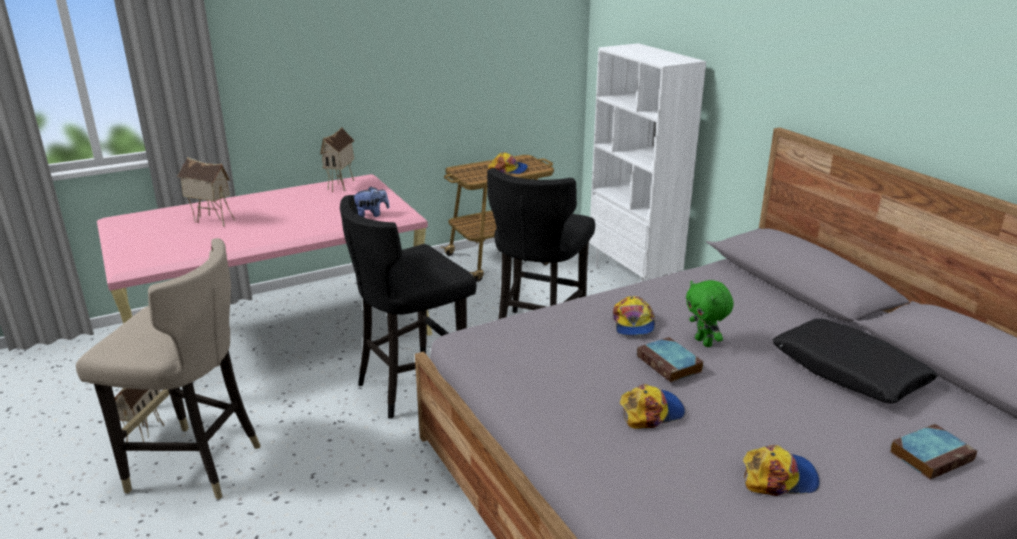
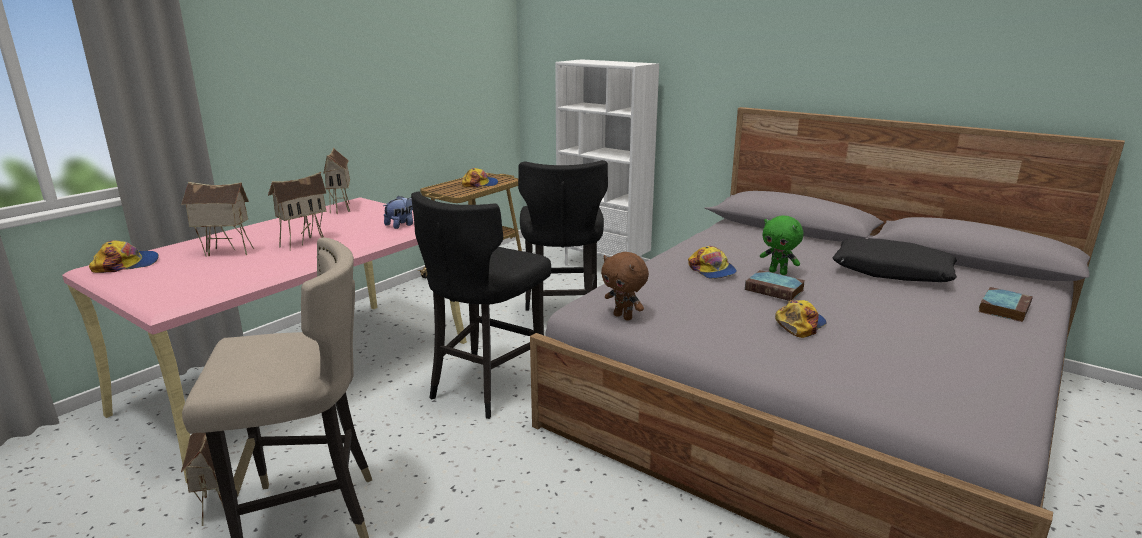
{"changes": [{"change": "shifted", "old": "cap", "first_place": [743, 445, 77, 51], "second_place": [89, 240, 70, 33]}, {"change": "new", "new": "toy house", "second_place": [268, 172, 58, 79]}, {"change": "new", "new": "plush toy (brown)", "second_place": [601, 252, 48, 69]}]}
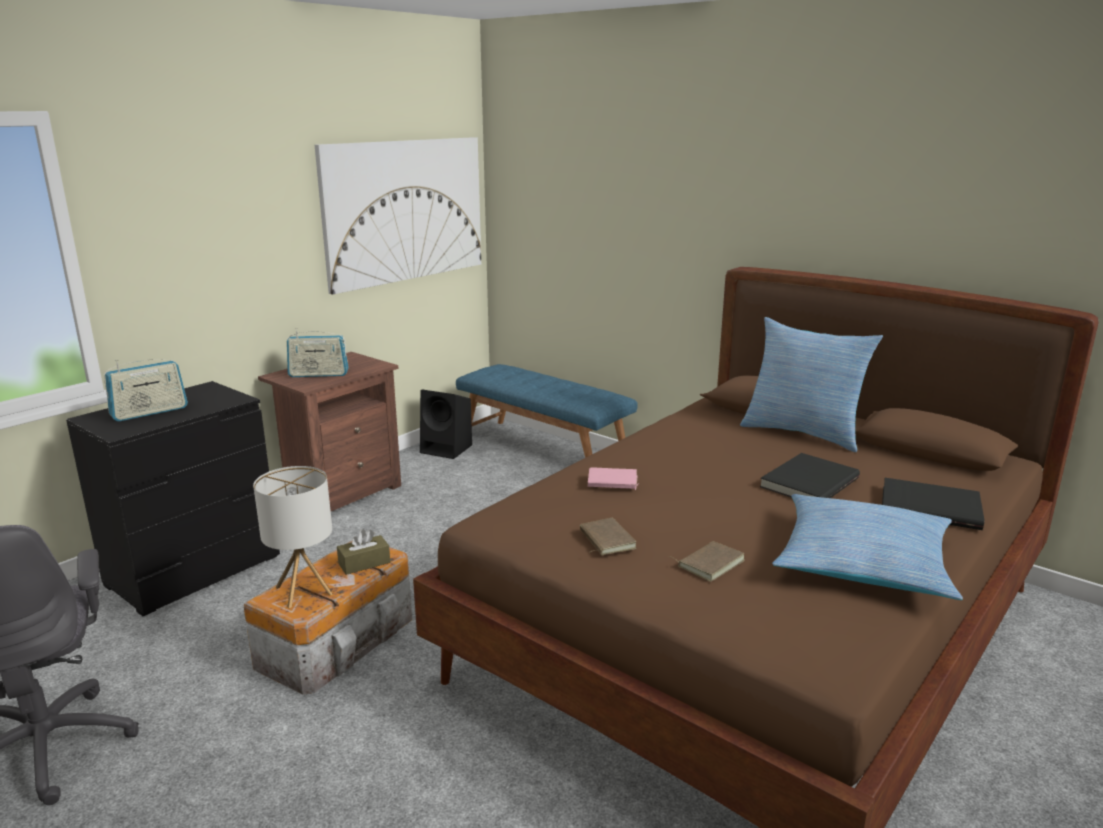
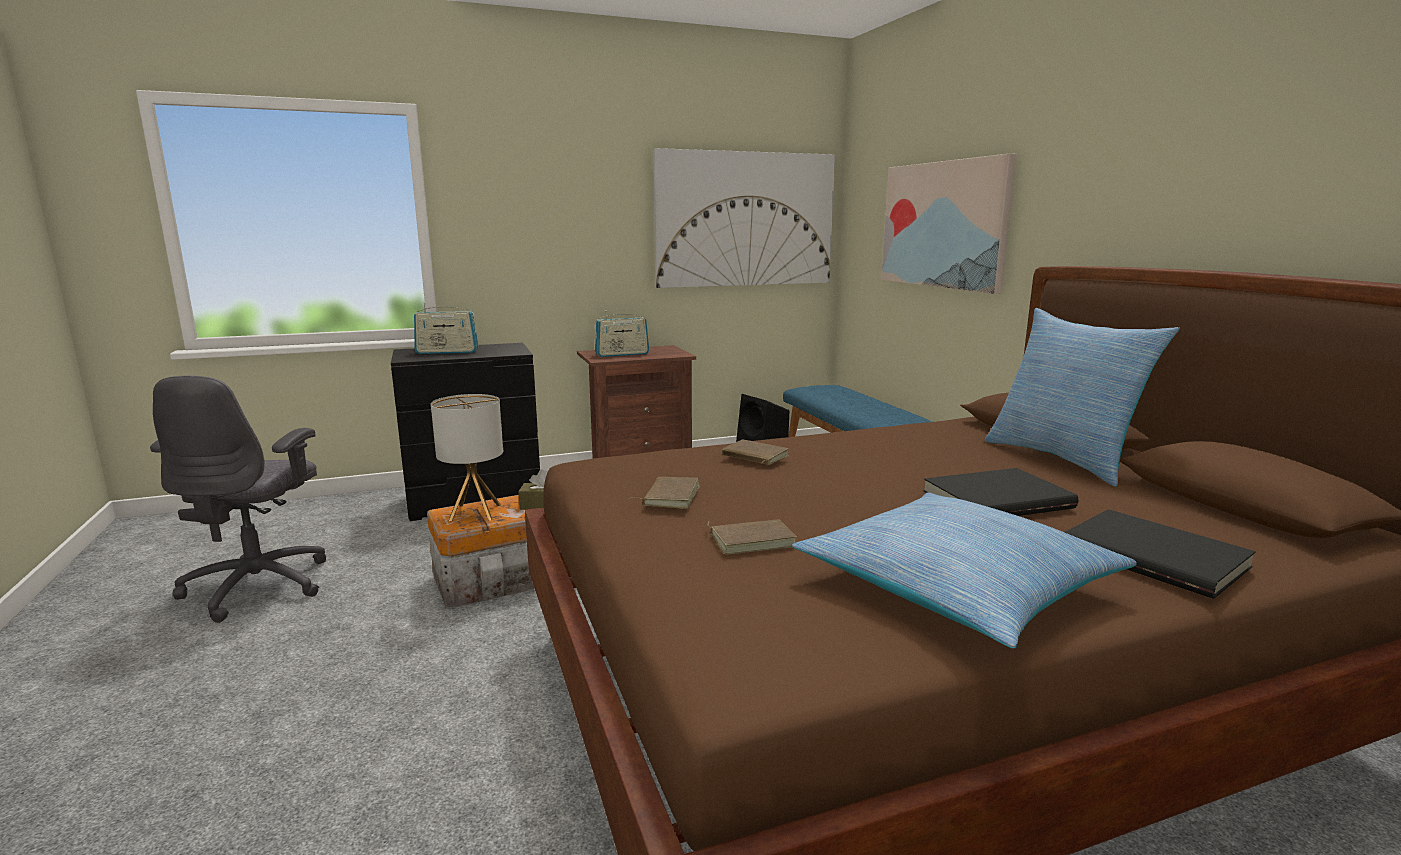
{"changes": [{"change": "rotated", "old": "radio", "first_place": [287, 328, 62, 49], "second_place": [595, 310, 54, 47], "degrees": -45}, {"change": "repainted", "old": "book (pink)", "new": "book (brown)", "first_place": [588, 468, 50, 22], "second_place": [722, 440, 67, 25]}, {"change": "new", "new": "picture", "second_place": [881, 153, 136, 141]}]}
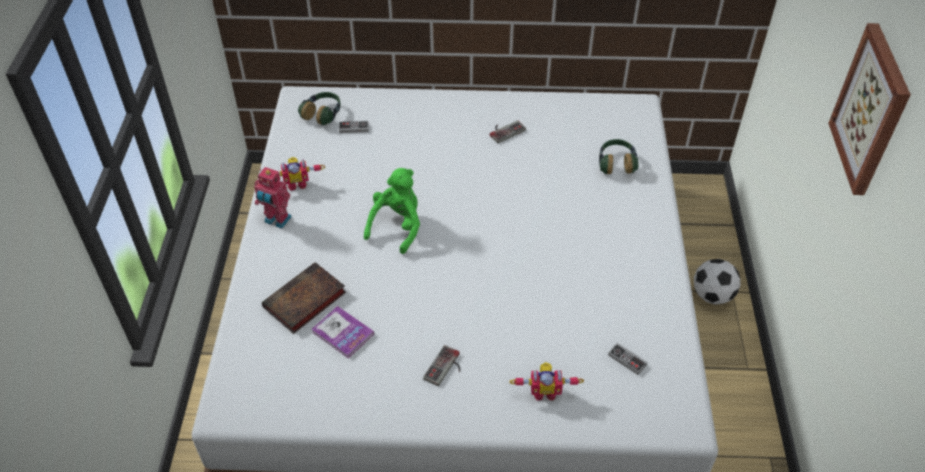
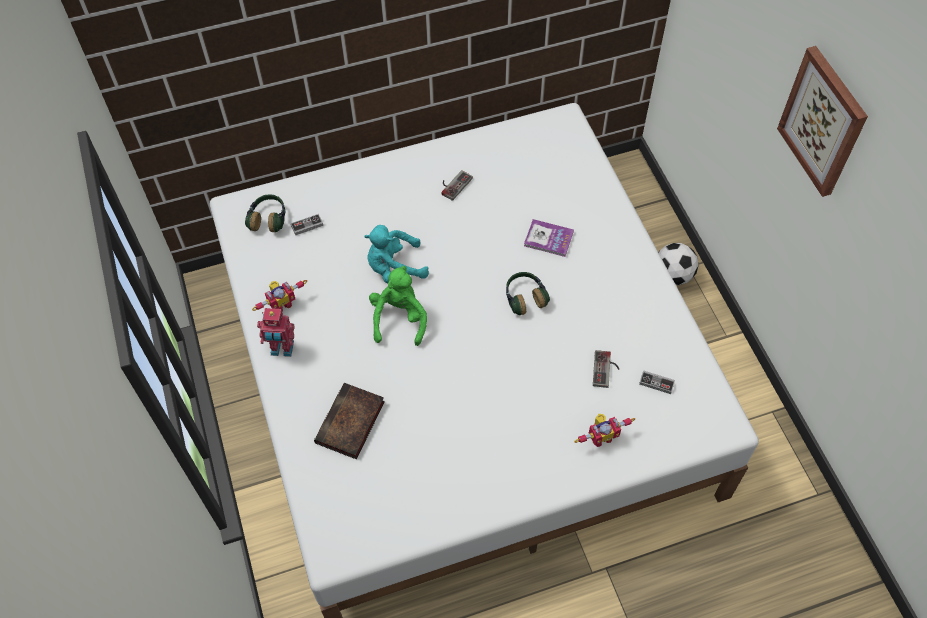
{"changes": [{"change": "shifted", "old": "headphones", "first_place": [599, 139, 39, 35], "second_place": [506, 272, 44, 43]}, {"change": "shifted", "old": "book", "first_place": [312, 306, 62, 52], "second_place": [524, 219, 50, 38]}, {"change": "shifted", "old": "game controller", "first_place": [423, 345, 37, 41], "second_place": [593, 350, 26, 38]}, {"change": "new", "new": "plush toy (turquoise)", "second_place": [364, 225, 65, 58]}]}
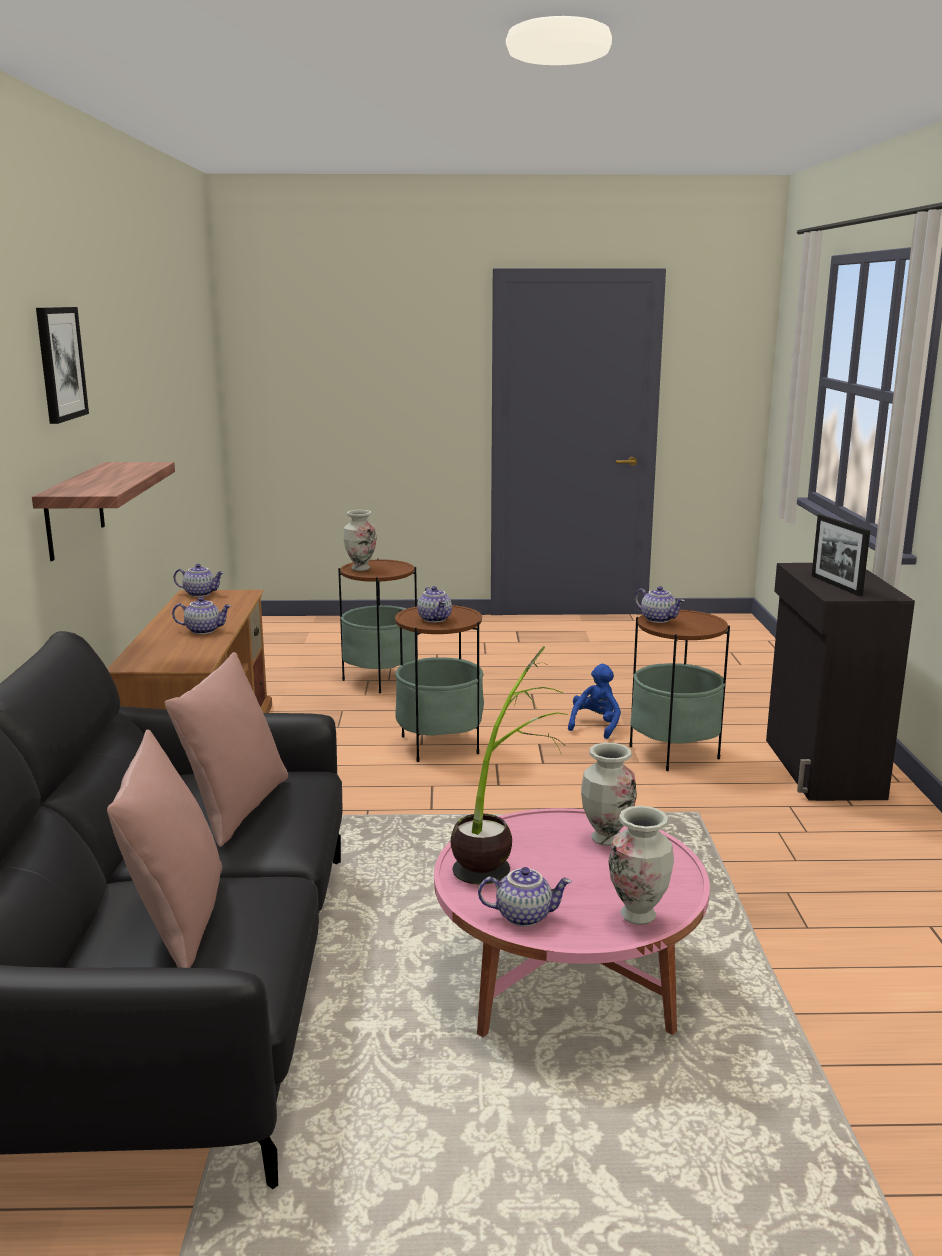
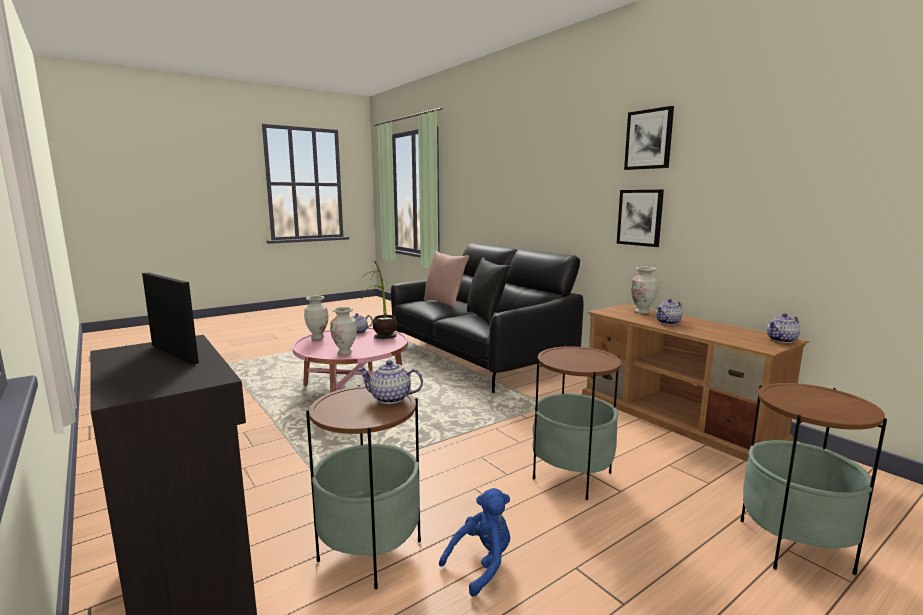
{"changes": [{"change": "swapped", "old": "shelf", "new": "picture", "first_place": [32, 462, 143, 99], "second_place": [617, 190, 47, 57]}, {"change": "shifted", "old": "vase", "first_place": [343, 510, 34, 61], "second_place": [631, 267, 27, 47]}, {"change": "gone", "old": "teapot", "first_place": [417, 586, 35, 37]}, {"change": "repainted", "old": "pillow (pink)", "new": "pillow (black)", "first_place": [165, 652, 123, 195], "second_place": [467, 258, 43, 66]}, {"change": "rotated", "old": "plush toy (blue)", "first_place": [568, 664, 53, 75], "second_place": [439, 488, 71, 109], "degrees": -120}]}
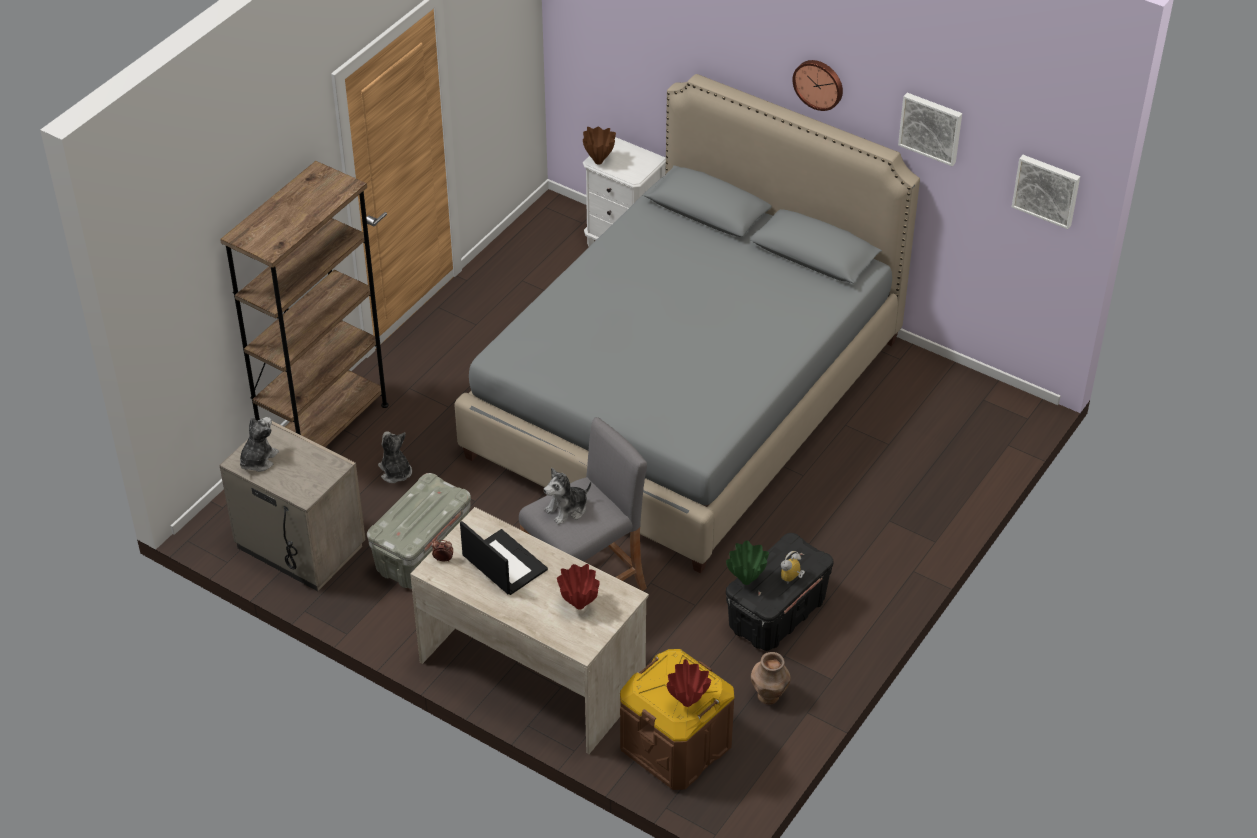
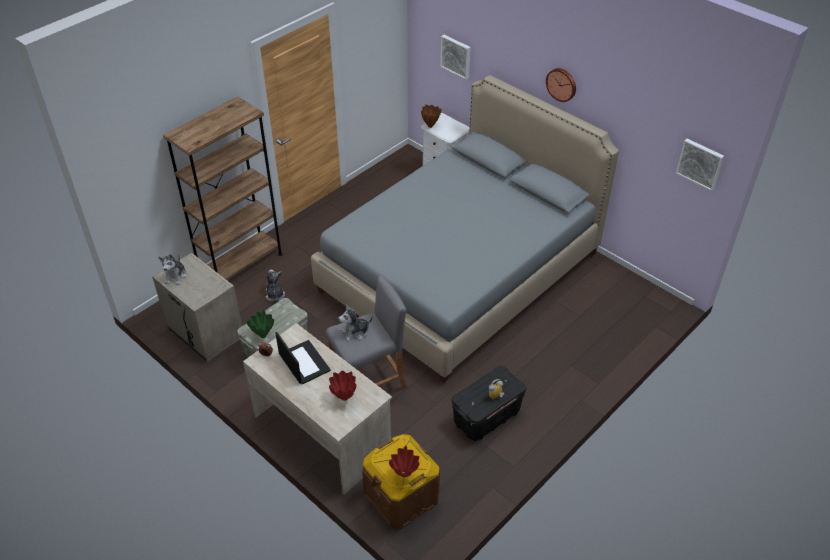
{"changes": [{"change": "shifted", "old": "picture", "first_place": [898, 93, 64, 73], "second_place": [440, 35, 31, 44]}, {"change": "rotated", "old": "plush toy", "first_place": [240, 417, 39, 55], "second_place": [158, 254, 29, 31], "degrees": 150}, {"change": "shifted", "old": "vase (green)", "first_place": [726, 540, 43, 45], "second_place": [246, 311, 28, 27]}, {"change": "gone", "old": "vase (brown)", "first_place": [751, 652, 40, 53]}]}
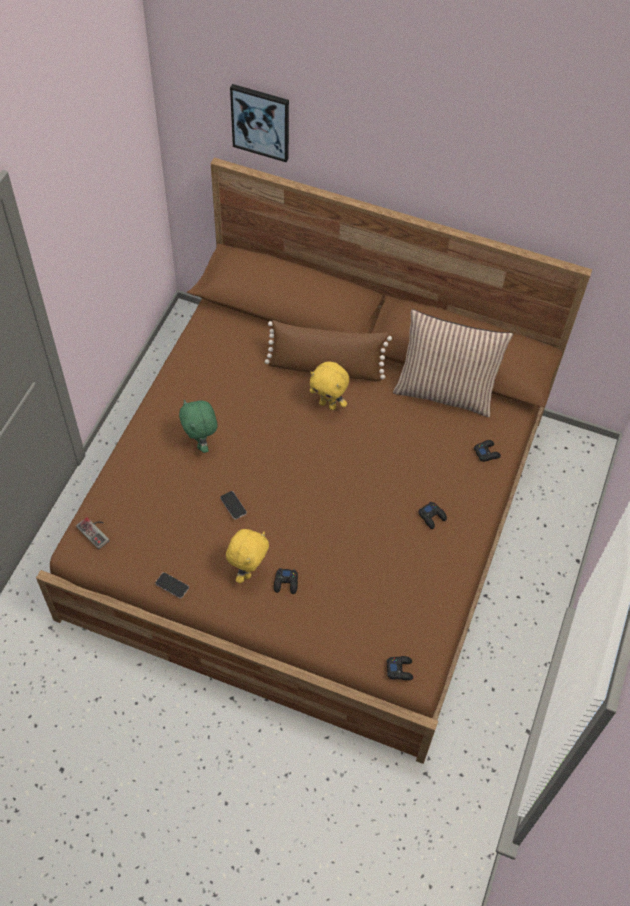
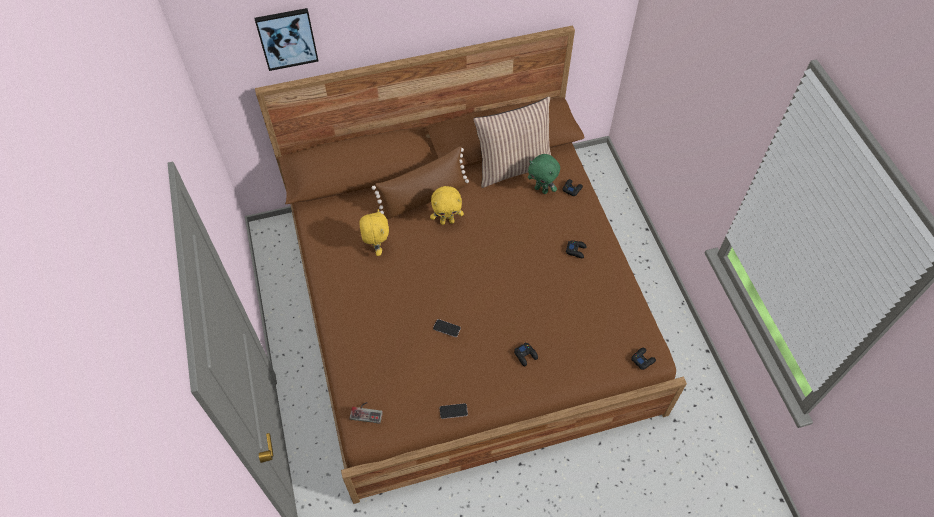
{"changes": [{"change": "shifted", "old": "plush toy (green)", "first_place": [179, 400, 39, 53], "second_place": [528, 154, 32, 40]}, {"change": "shifted", "old": "plush toy (yellow)", "first_place": [226, 529, 43, 54], "second_place": [359, 209, 30, 47]}]}
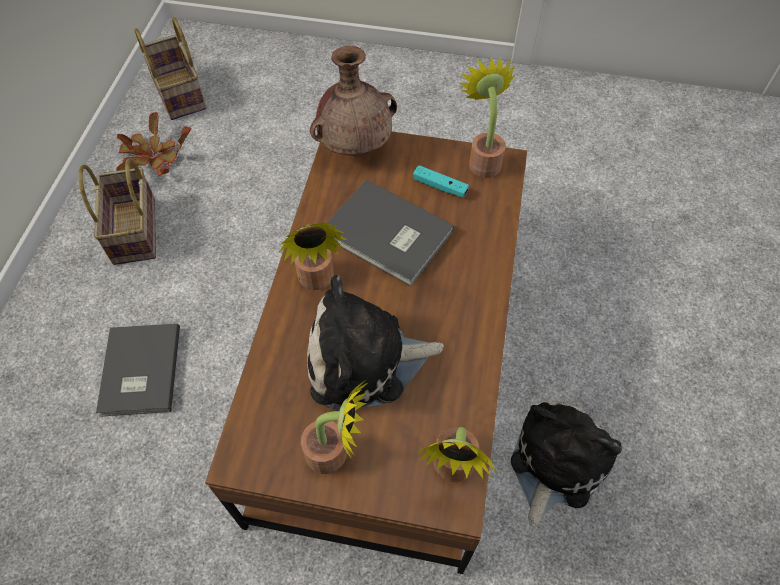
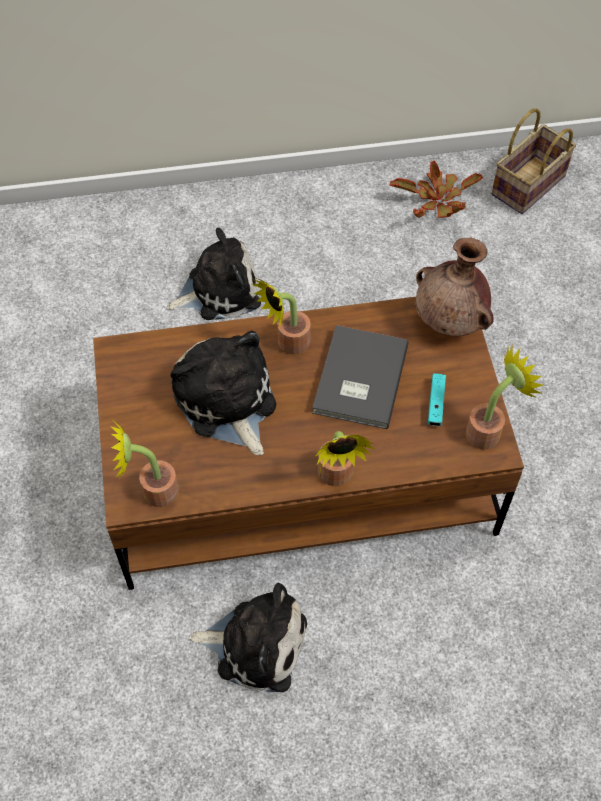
{"changes": [{"change": "gone", "old": "basket", "first_place": [78, 158, 78, 107]}, {"change": "swapped", "old": "book (grey)", "new": "plush toy", "first_place": [96, 323, 84, 94], "second_place": [167, 228, 94, 92]}, {"change": "shifted", "old": "potted plant", "first_place": [301, 380, 68, 94], "second_place": [314, 431, 62, 55]}]}
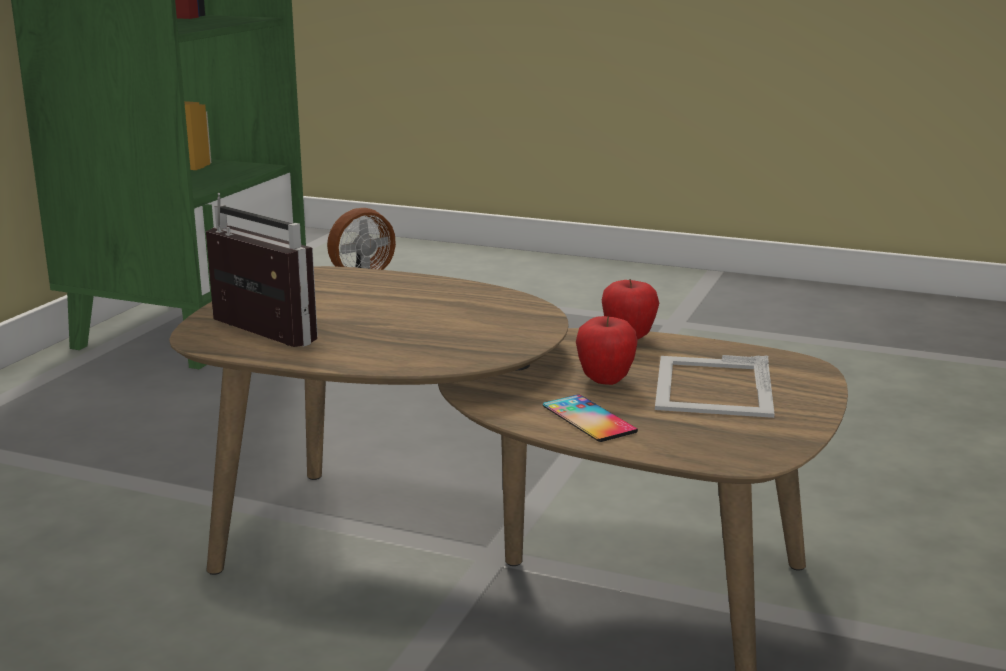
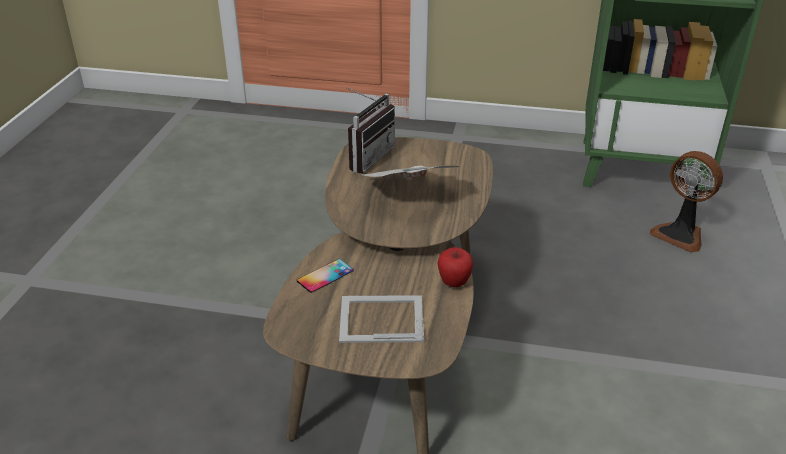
{"changes": [{"change": "gone", "old": "apple", "first_place": [576, 316, 62, 69]}, {"change": "new", "new": "newspaper", "second_place": [361, 165, 98, 16]}]}
